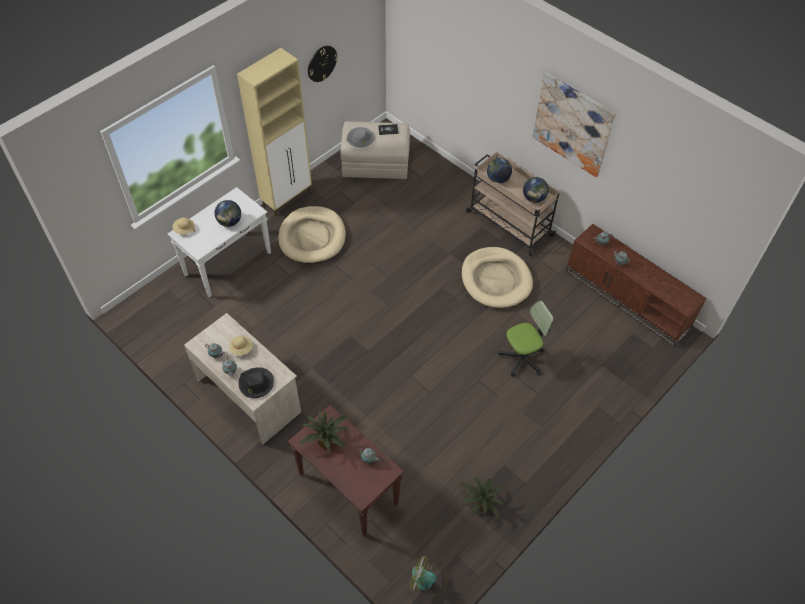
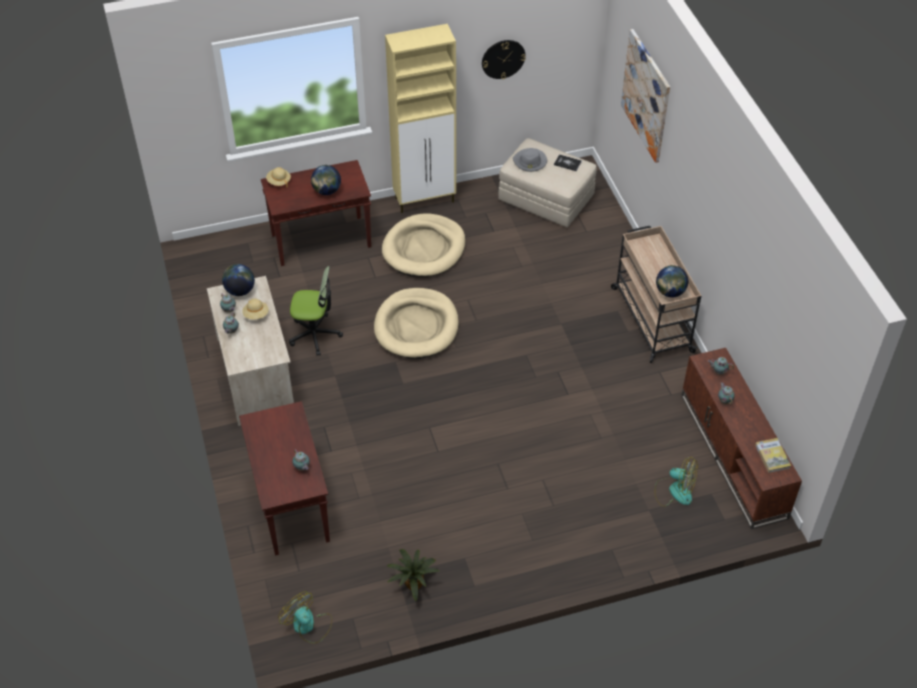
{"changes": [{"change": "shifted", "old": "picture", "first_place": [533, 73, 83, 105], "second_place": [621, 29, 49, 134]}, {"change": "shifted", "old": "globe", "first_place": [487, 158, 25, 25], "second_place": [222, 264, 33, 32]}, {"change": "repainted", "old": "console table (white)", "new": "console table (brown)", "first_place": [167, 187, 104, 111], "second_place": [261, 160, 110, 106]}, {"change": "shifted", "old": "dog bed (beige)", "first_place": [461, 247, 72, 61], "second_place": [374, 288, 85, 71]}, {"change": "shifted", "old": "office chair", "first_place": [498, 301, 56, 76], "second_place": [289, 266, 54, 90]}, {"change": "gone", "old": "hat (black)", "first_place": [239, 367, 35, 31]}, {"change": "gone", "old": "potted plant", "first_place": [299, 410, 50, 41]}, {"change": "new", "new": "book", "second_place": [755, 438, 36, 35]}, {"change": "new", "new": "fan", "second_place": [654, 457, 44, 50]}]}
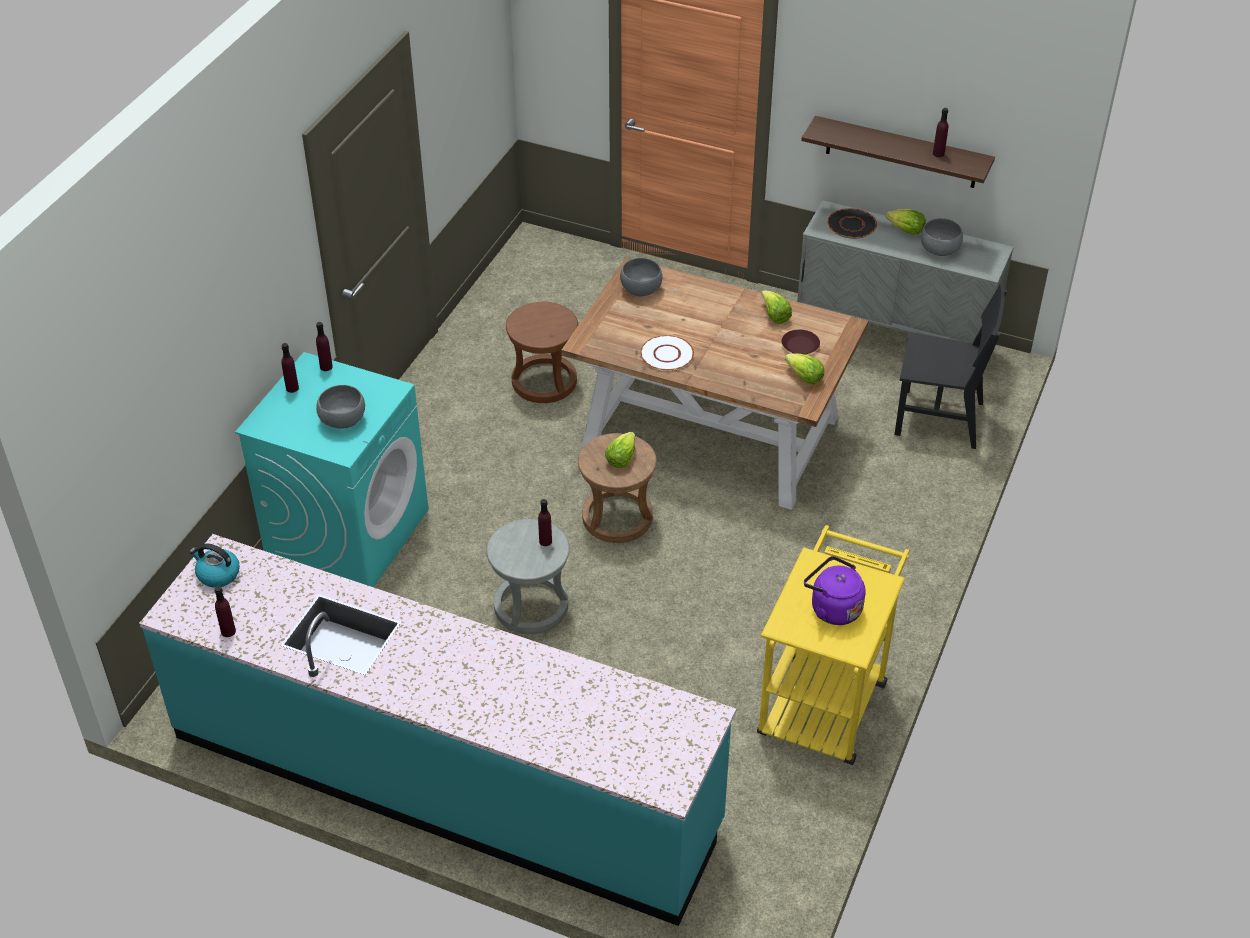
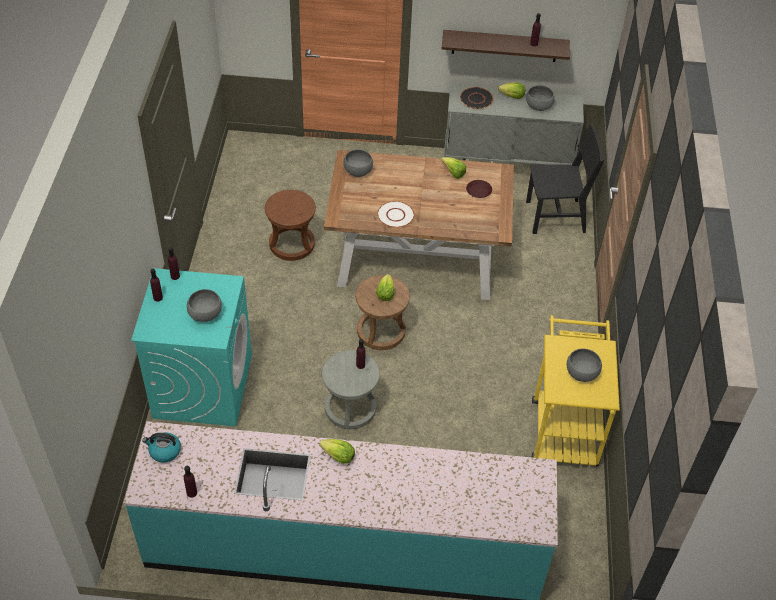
{"changes": [{"change": "shifted", "old": "lettuce", "first_place": [785, 354, 39, 30], "second_place": [319, 439, 36, 24]}, {"change": "swapped", "old": "kettle (purple)", "new": "bowl (grey)", "first_place": [804, 556, 62, 69], "second_place": [567, 349, 35, 33]}]}
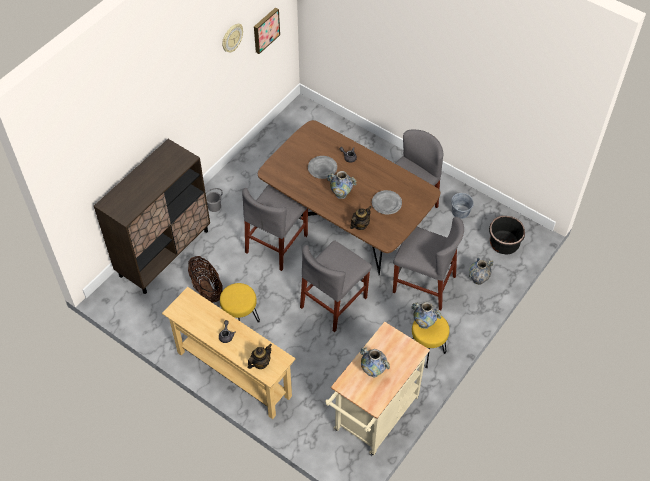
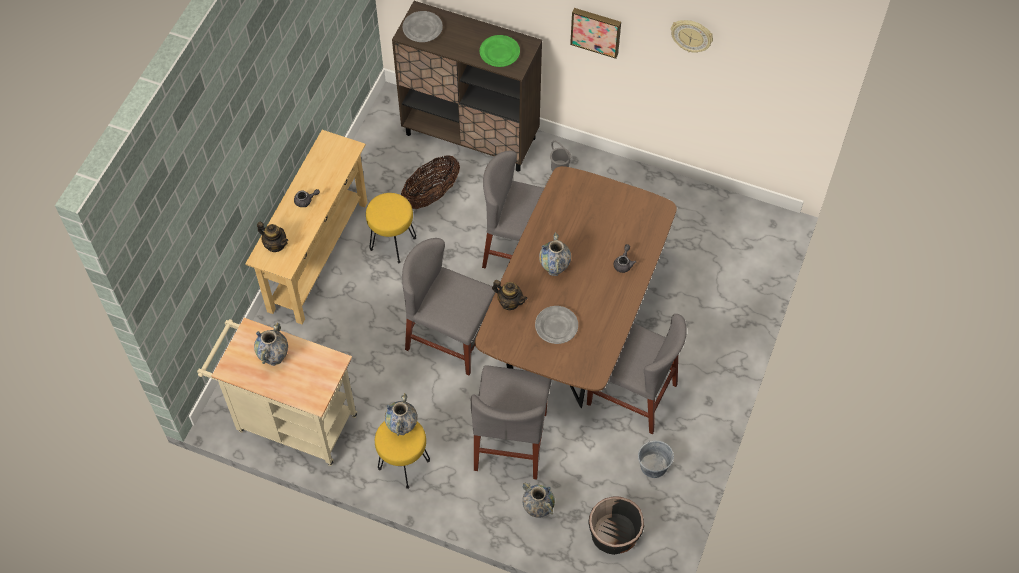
{"changes": [{"change": "shifted", "old": "picture", "first_place": [254, 7, 26, 47], "second_place": [570, 8, 51, 51]}, {"change": "shifted", "old": "plate (grey)", "first_place": [308, 156, 29, 23], "second_place": [403, 11, 40, 31]}, {"change": "new", "new": "plate (green)", "second_place": [480, 35, 40, 32]}]}
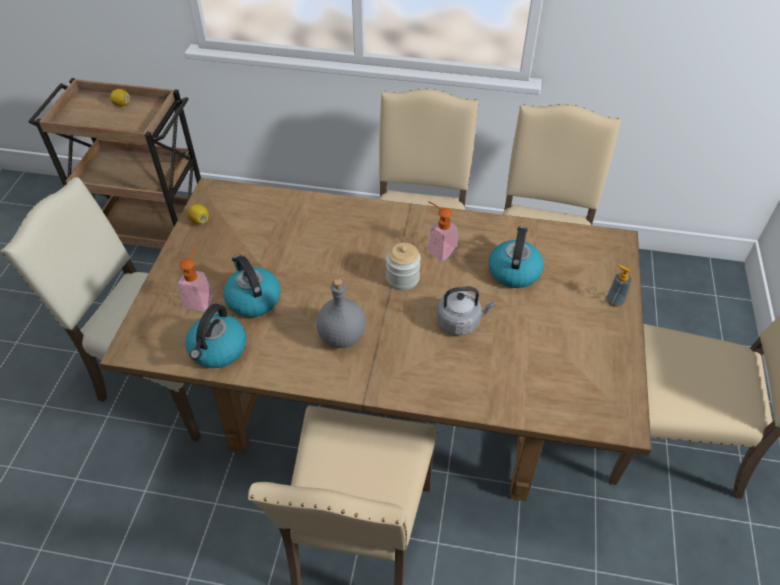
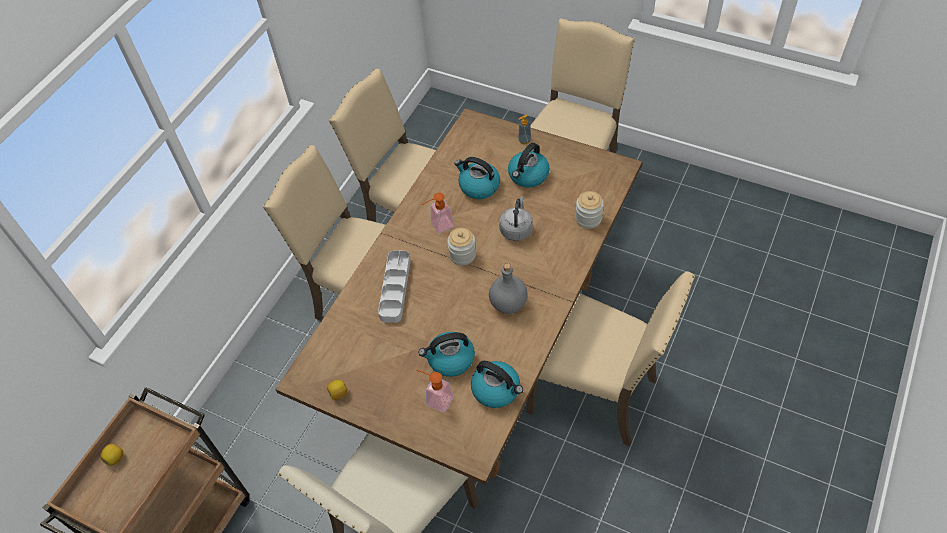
{"changes": [{"change": "new", "new": "kettle", "second_place": [508, 143, 42, 45]}, {"change": "new", "new": "jar", "second_place": [575, 191, 29, 38]}, {"change": "new", "new": "tray (grey)", "second_place": [378, 250, 33, 73]}]}
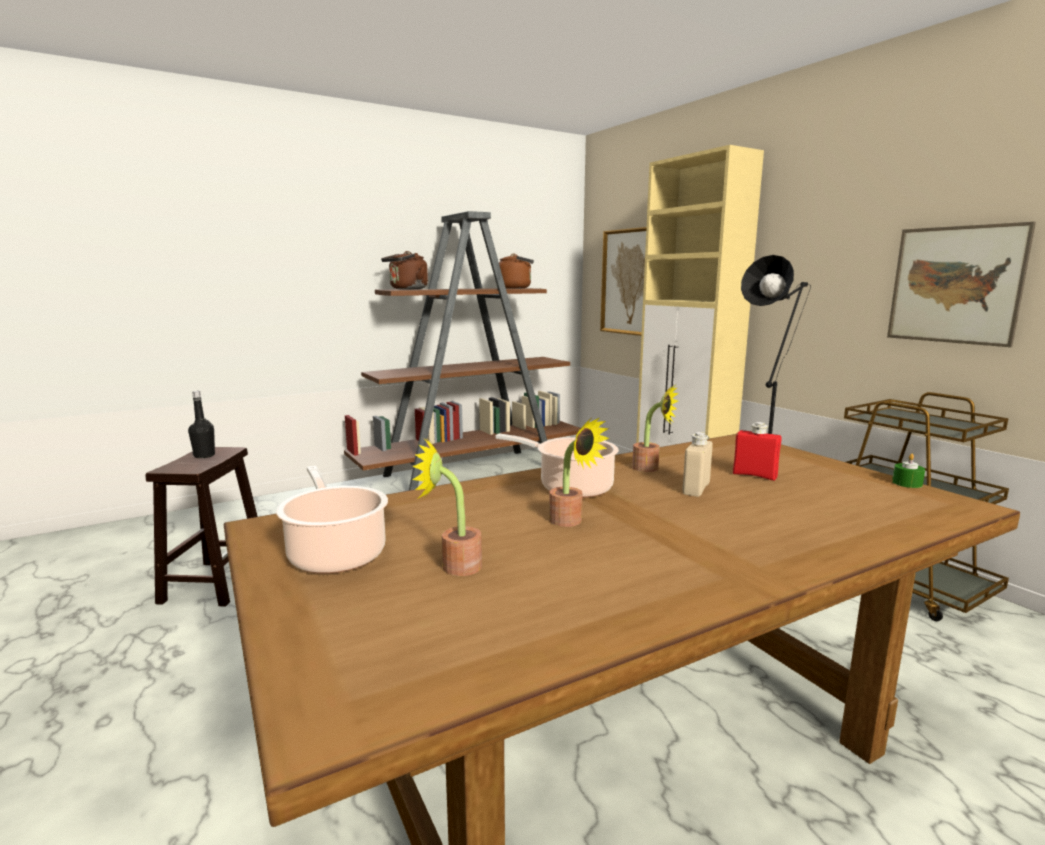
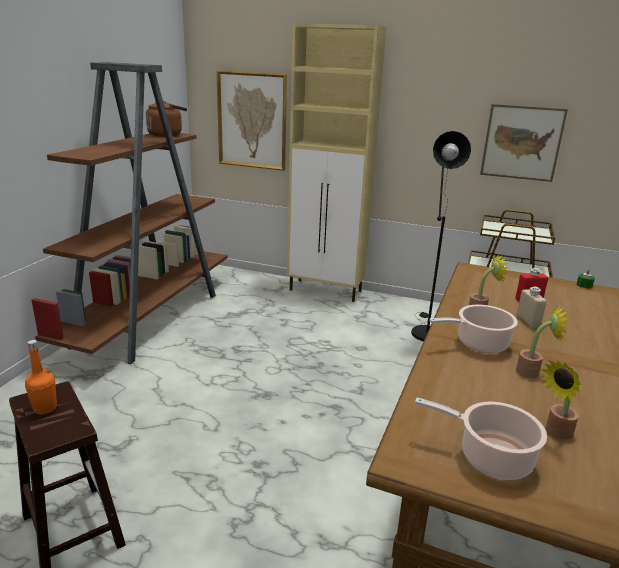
{"changes": [{"change": "gone", "old": "kettle (brown)", "first_place": [381, 251, 47, 38]}, {"change": "repainted", "old": "bottle (black)", "new": "bottle (orange)", "first_place": [188, 391, 27, 67], "second_place": [25, 340, 32, 74]}]}
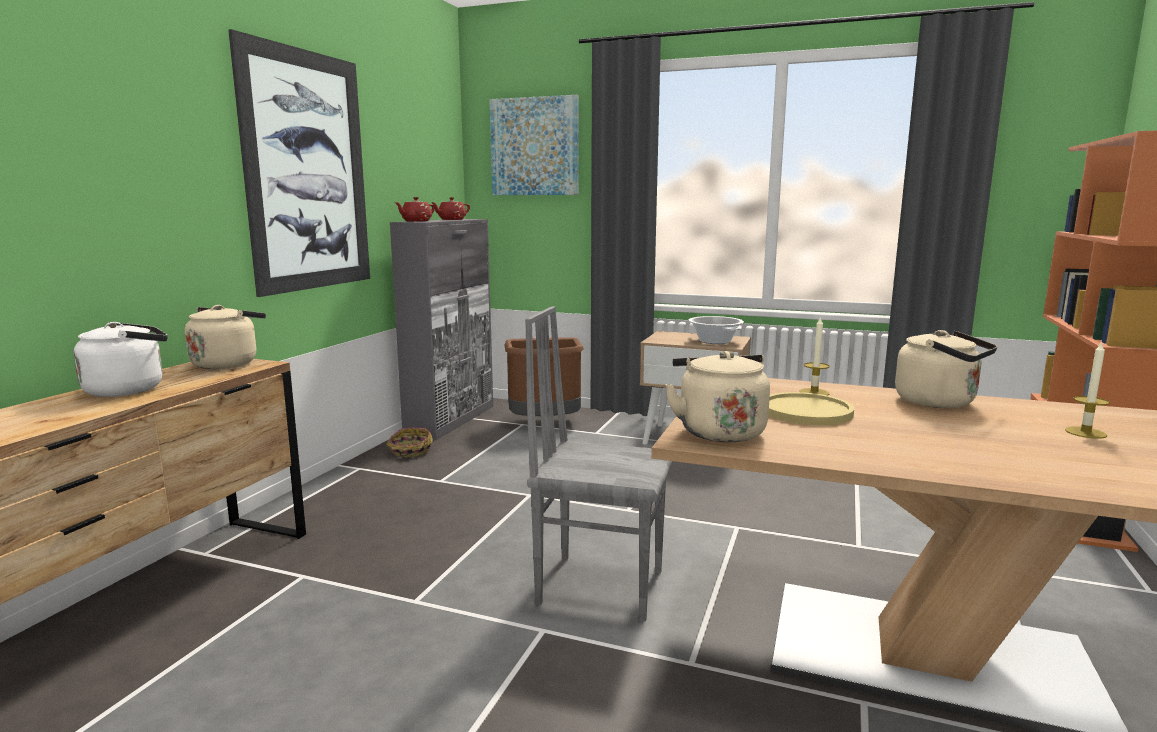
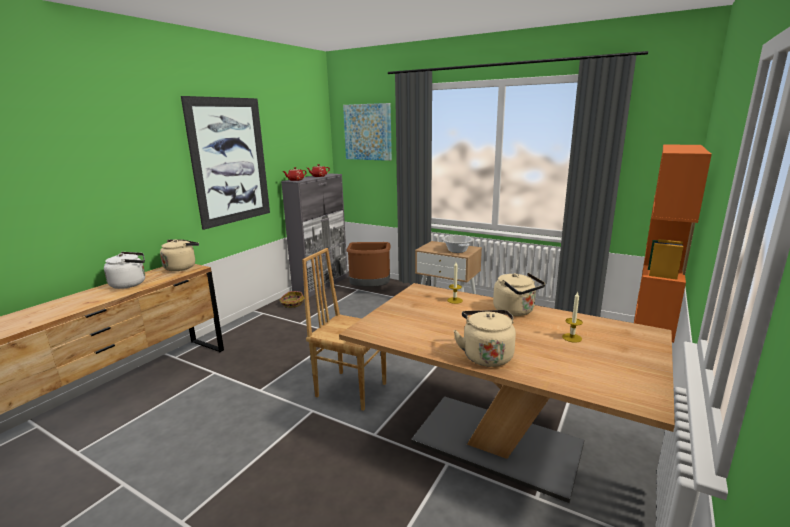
{"changes": [{"change": "repainted", "old": "chair (grey)", "new": "chair (brown)", "first_place": [525, 306, 148, 316], "second_place": [302, 248, 84, 163]}, {"change": "shifted", "old": "kettle (beige)", "first_place": [665, 351, 105, 91], "second_place": [453, 310, 63, 57]}, {"change": "gone", "old": "plate (yellow)", "first_place": [768, 392, 86, 33]}]}
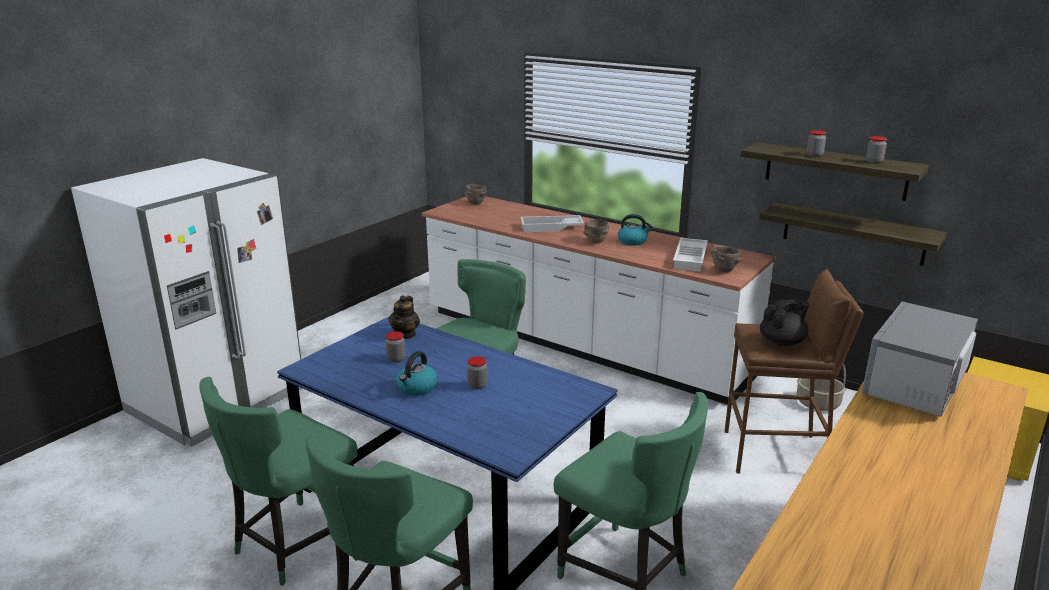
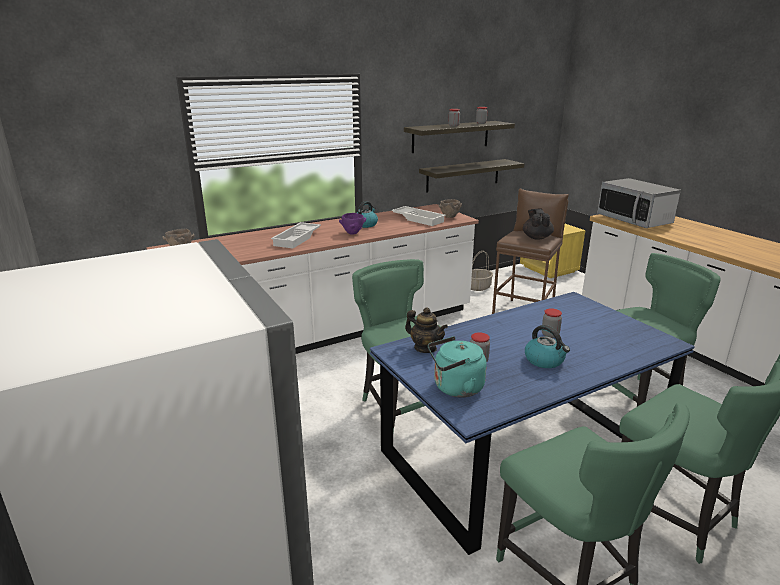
{"changes": [{"change": "repainted", "old": "bowl (brown)", "new": "bowl (purple)", "first_place": [583, 219, 26, 25], "second_place": [339, 213, 27, 22]}, {"change": "new", "new": "kettle (turquoise)", "second_place": [428, 336, 59, 62]}]}
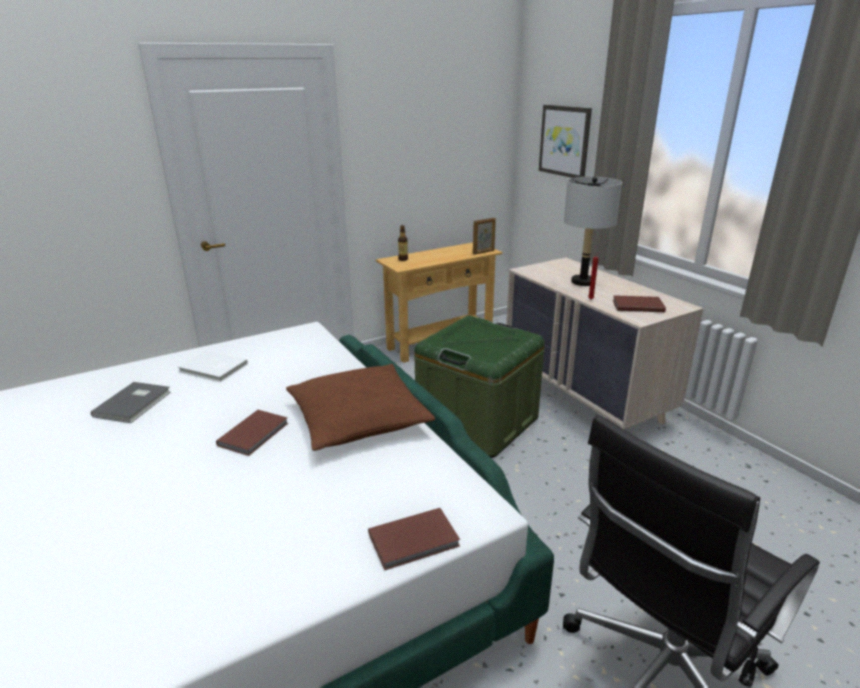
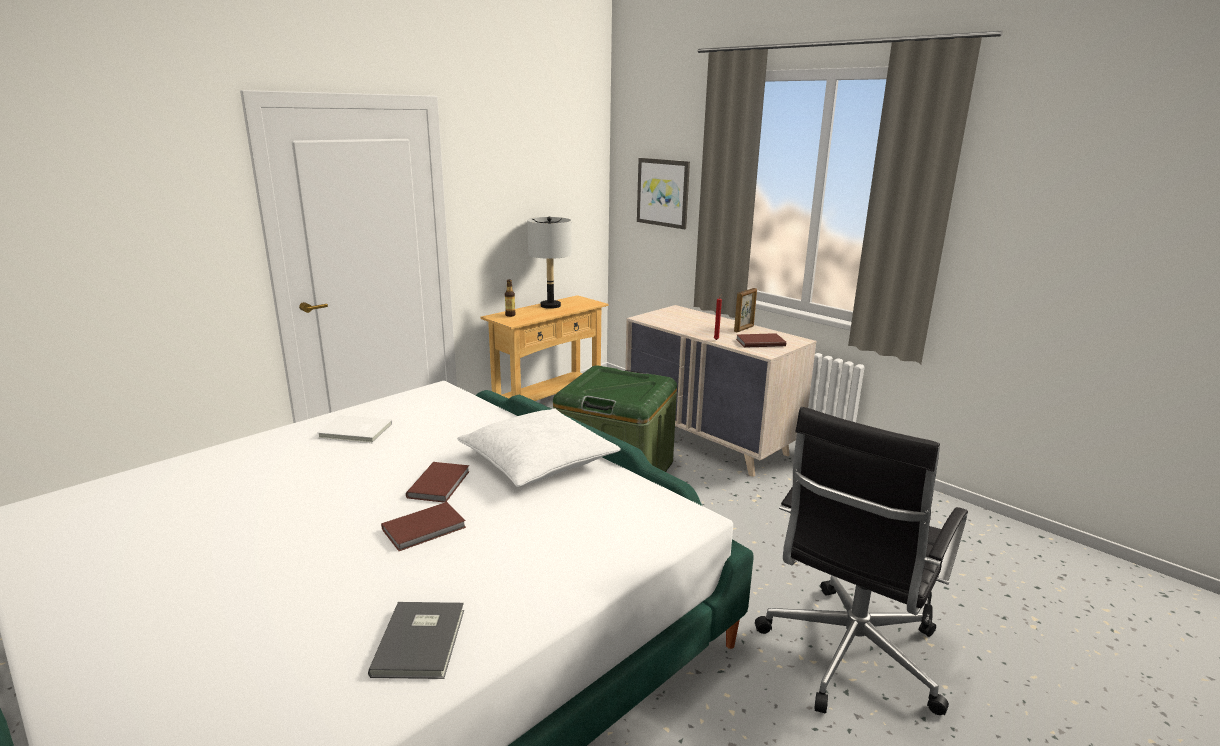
{"changes": [{"change": "shifted", "old": "table lamp (grey)", "first_place": [564, 177, 58, 109], "second_place": [527, 216, 45, 93]}, {"change": "shifted", "old": "picture frame", "first_place": [473, 218, 23, 37], "second_place": [734, 288, 23, 44]}, {"change": "repainted", "old": "pillow (brown)", "new": "pillow (white)", "first_place": [286, 364, 149, 87], "second_place": [457, 408, 164, 79]}, {"change": "shifted", "old": "book (grey)", "first_place": [91, 382, 80, 41], "second_place": [368, 602, 96, 77]}, {"change": "shifted", "old": "book (brown)", "first_place": [368, 508, 92, 62], "second_place": [381, 502, 85, 49]}]}
